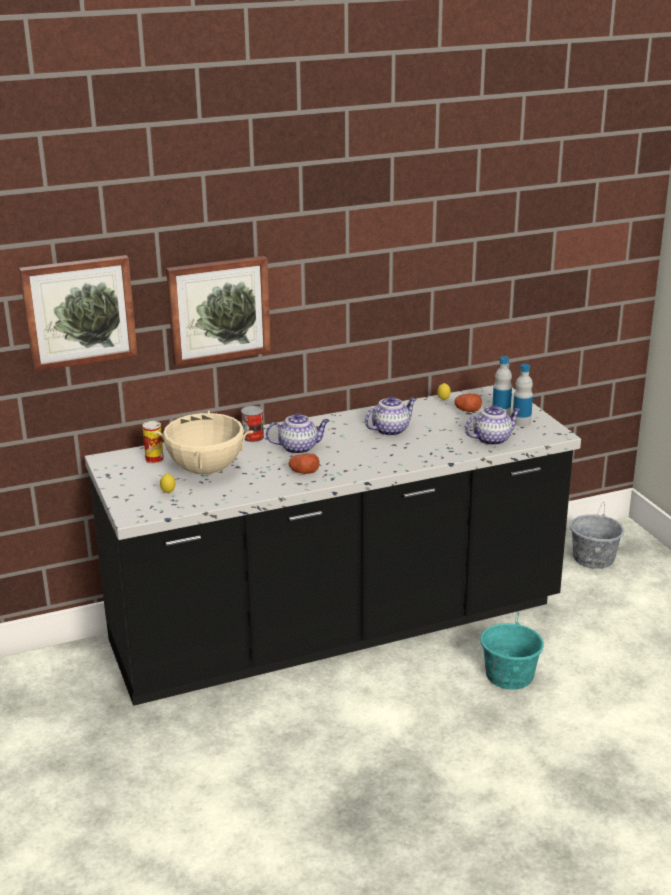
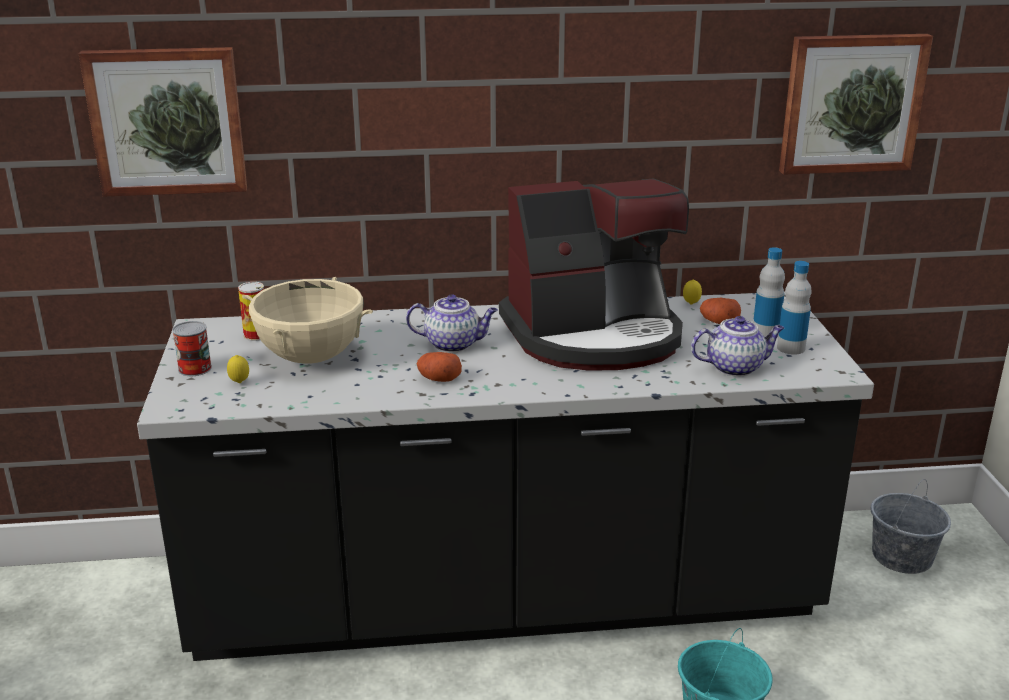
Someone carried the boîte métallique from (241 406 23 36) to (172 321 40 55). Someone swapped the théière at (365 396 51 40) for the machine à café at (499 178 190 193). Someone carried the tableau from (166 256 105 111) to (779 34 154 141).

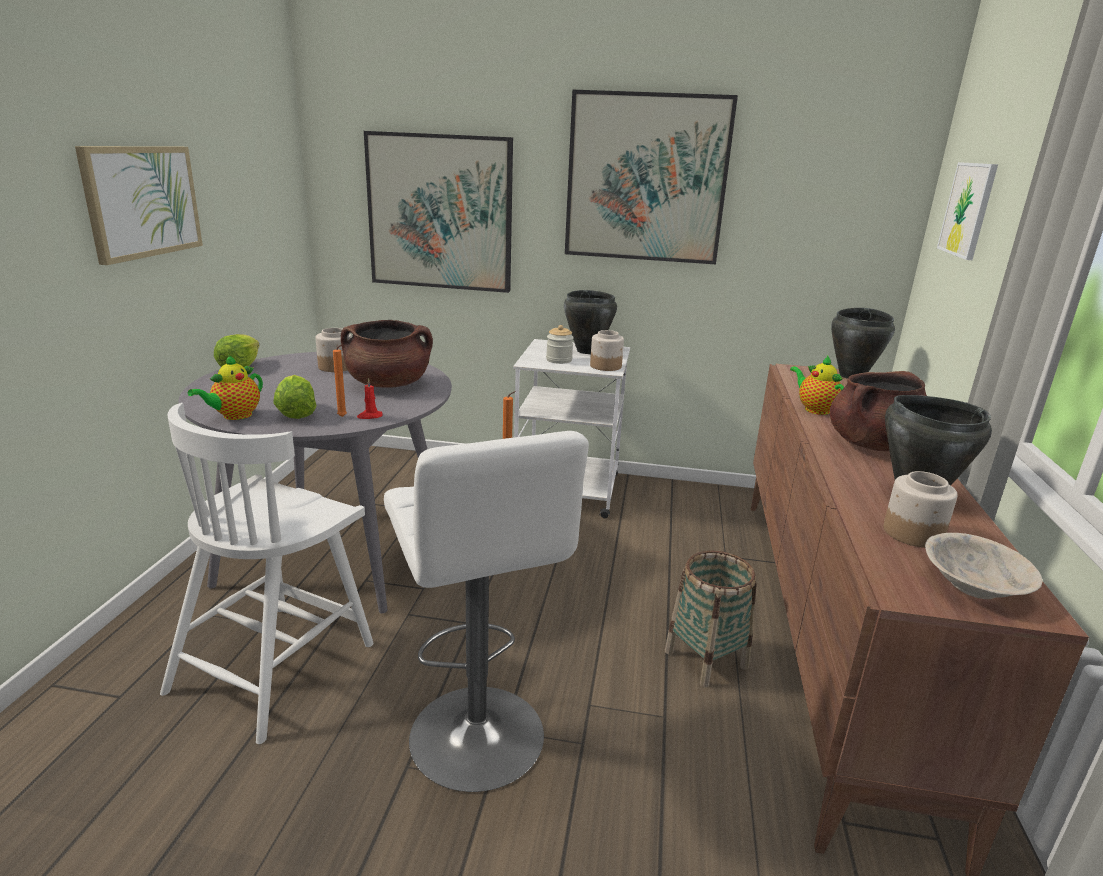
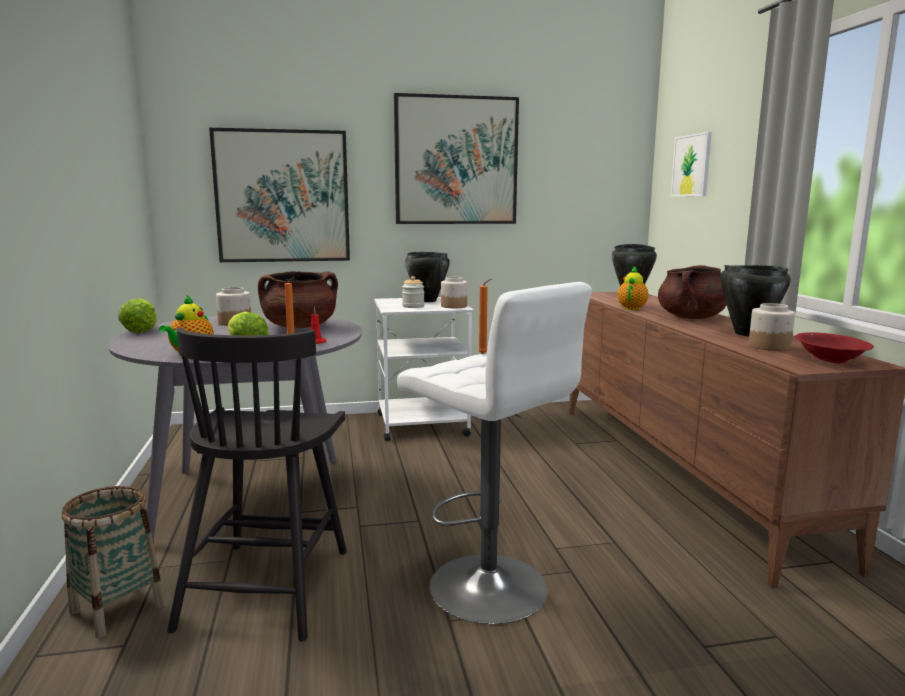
Someone carried the panier from (665 551 92 136) to (62 486 103 152). Someone repainted the chaise (blanc) at (160 403 213 341), which became the chaise (noir) at (167 327 180 314). Someone rotated the théière at (790 355 54 60) by 75 degrees clockwise. Someone repainted the bol (beige) at (925 533 117 66), which became the bol (rouge) at (795 332 79 32). Someone took away the tableau at (75 146 128 119).

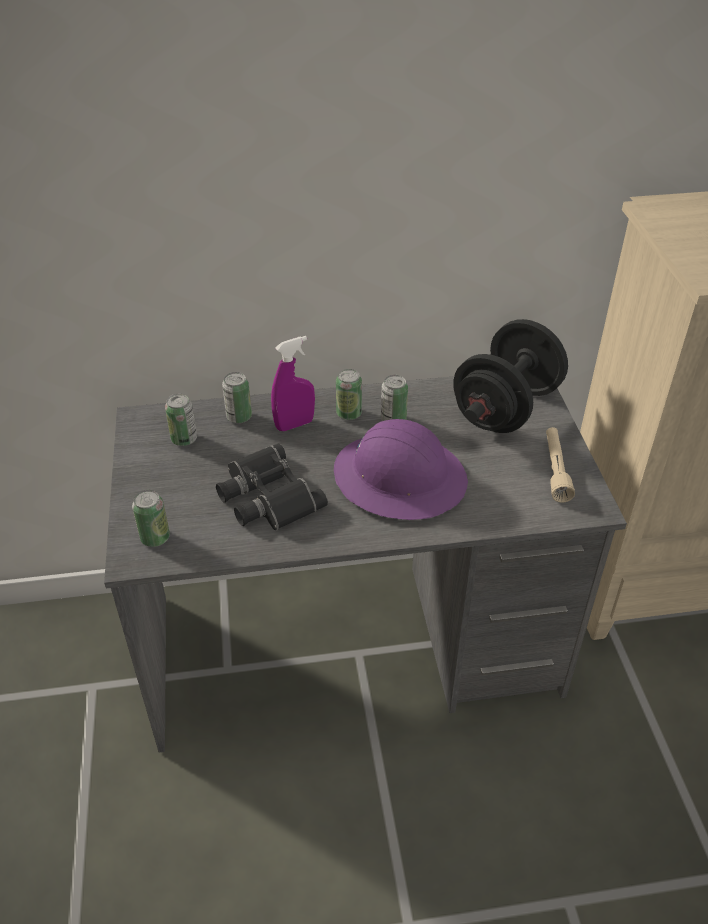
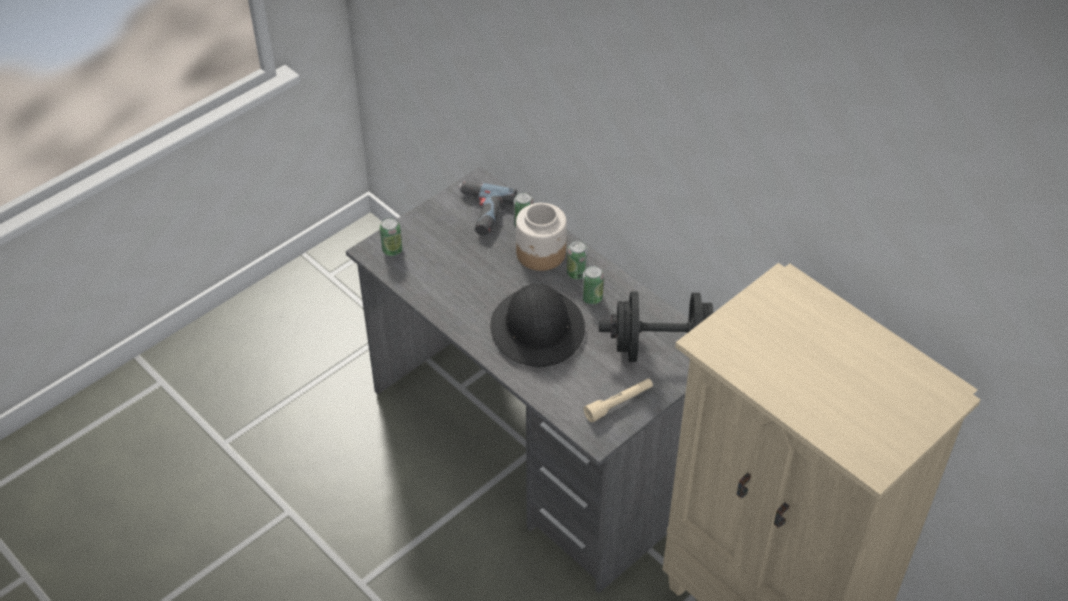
Someone swapped the boîte métallique at (165 394 32 52) for the perceuse at (458 181 59 55). Someone repainted the casque de chantier (violet) at (334 419 134 101), which became the casque de chantier (noir) at (490 284 95 83). Someone swapped the vaporisateur (violet) at (271 336 44 95) for the bocal at (516 203 51 68). Someone took away the jumelles (noir) at (216 443 112 87).

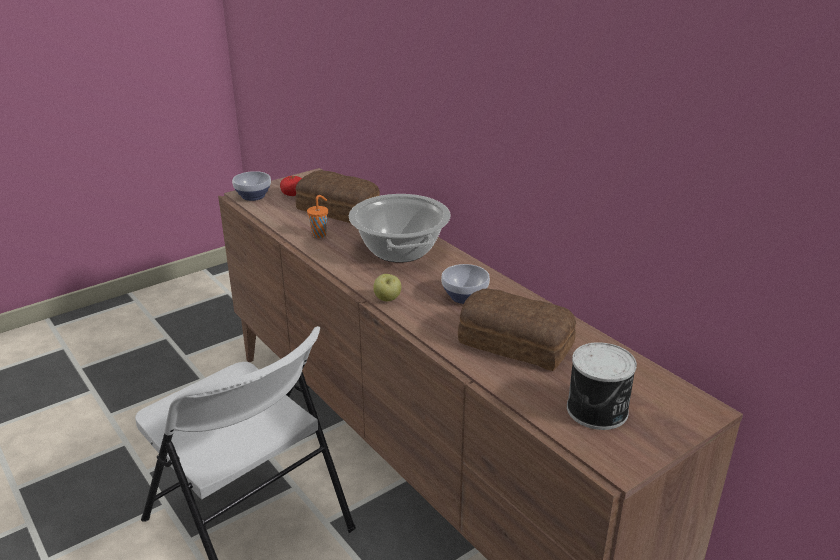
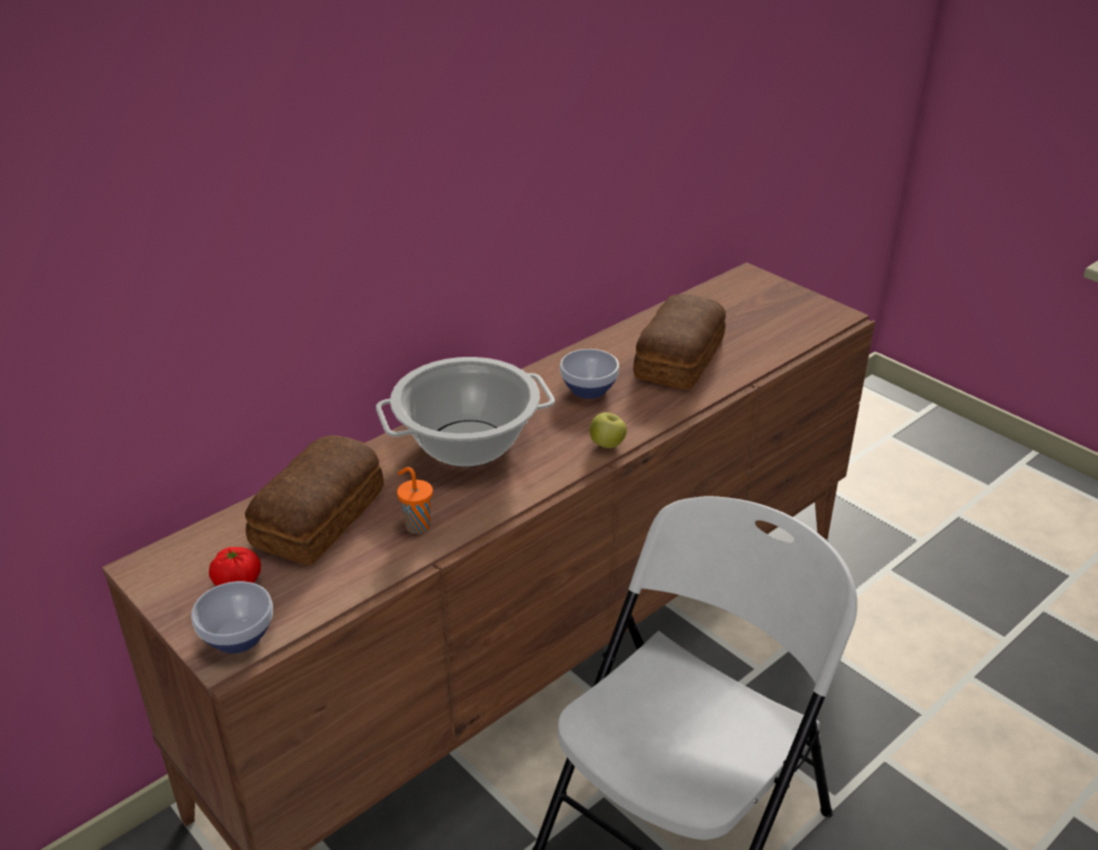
Someone took away the boîte métallique at (567 342 70 88).

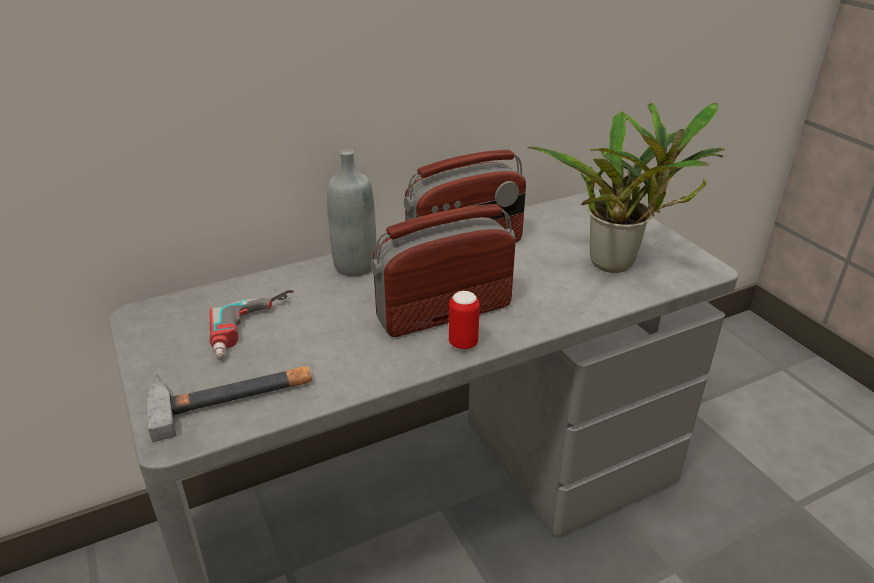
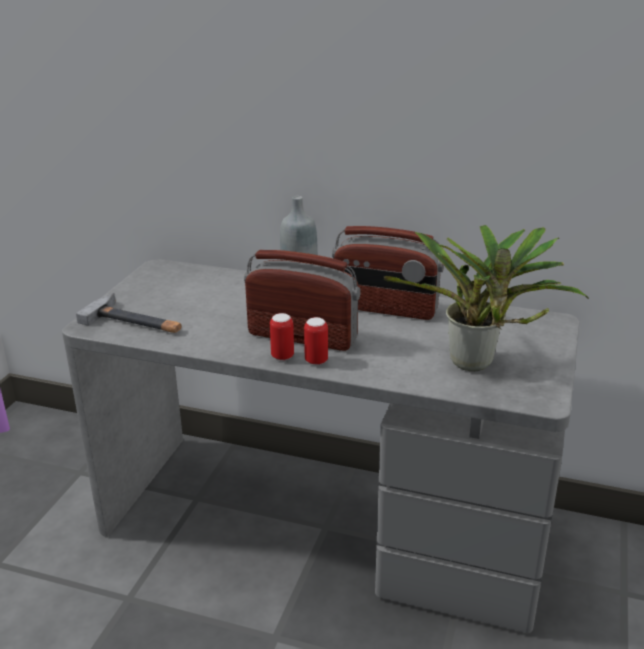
Someone put down the boîte métallique at (304 317 24 48). Someone took away the perceuse at (210 290 84 68).

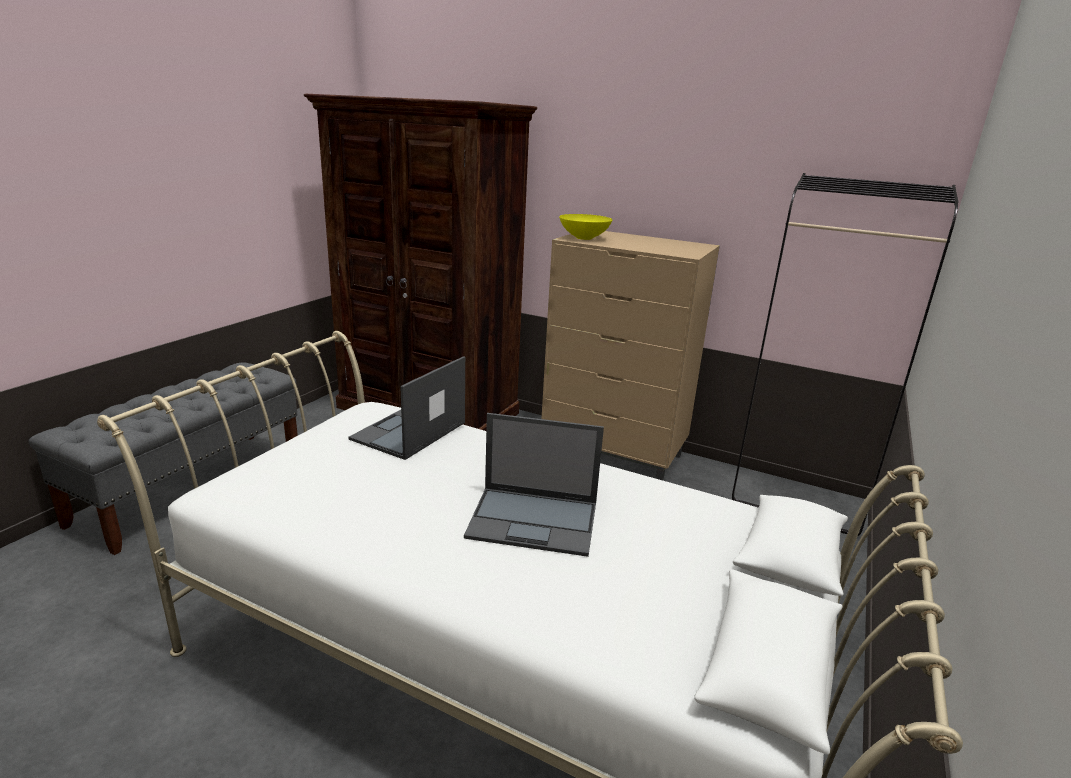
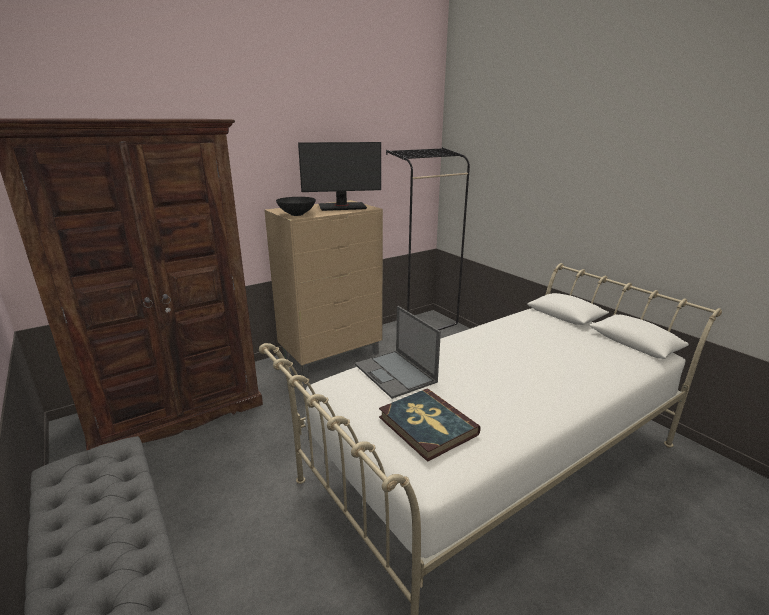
Someone repainted the bol (jaune) at (559 214 53 26), which became the bol (noir) at (276 197 40 19). Someone put down the écran d'ordinateur at (298 142 83 69). Someone put down the livre at (379 389 102 73). Someone took away the ordinateur portable at (464 413 140 144).

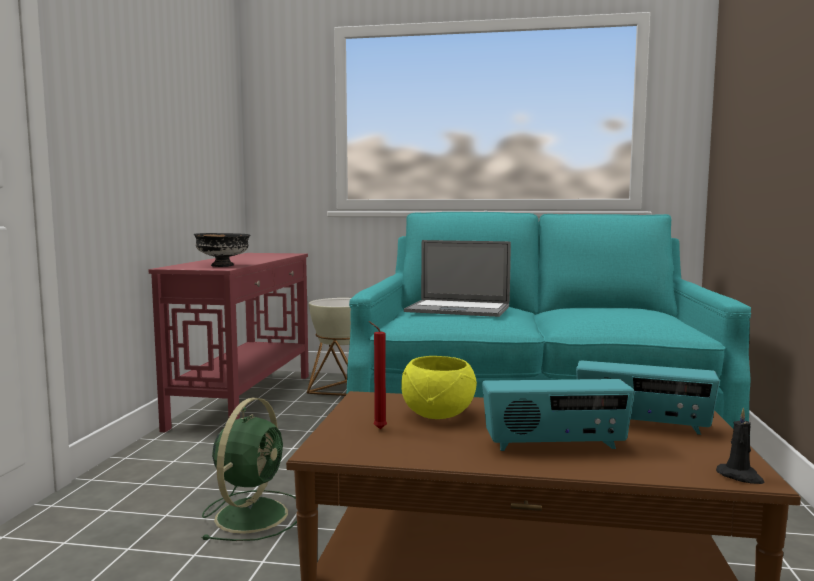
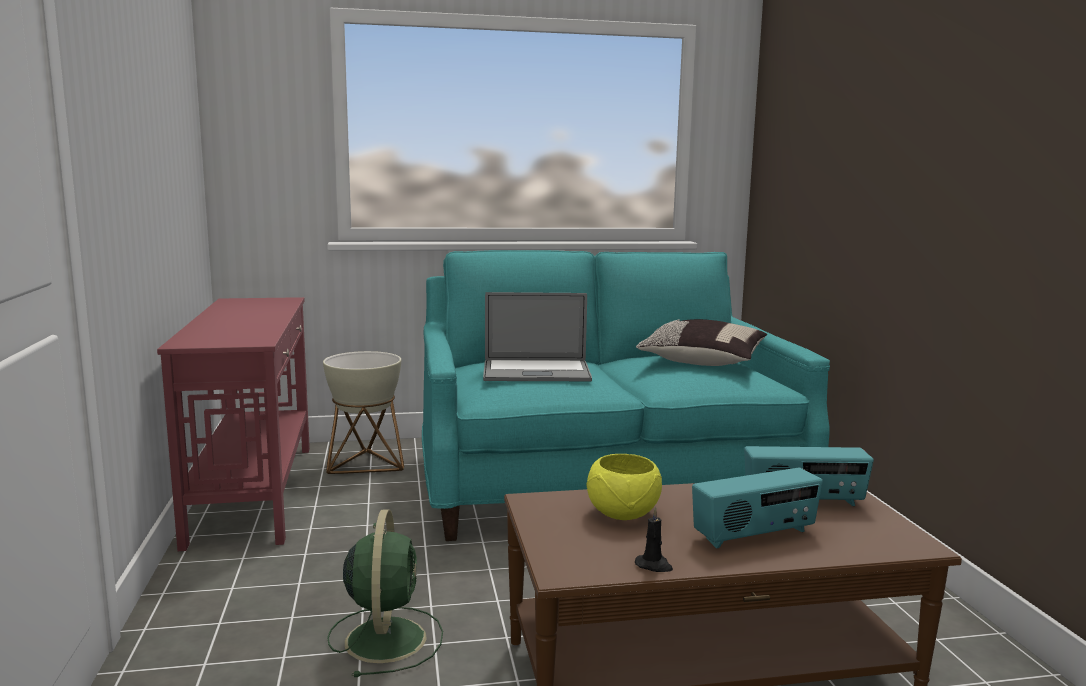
Someone carried the bougie (noir) from (716 408 48 76) to (635 507 38 65). Someone put down the coussin at (636 319 131 47). Someone took away the bol (noir) at (194 233 57 34). Someone took away the bougie (rouge) at (368 321 19 108).

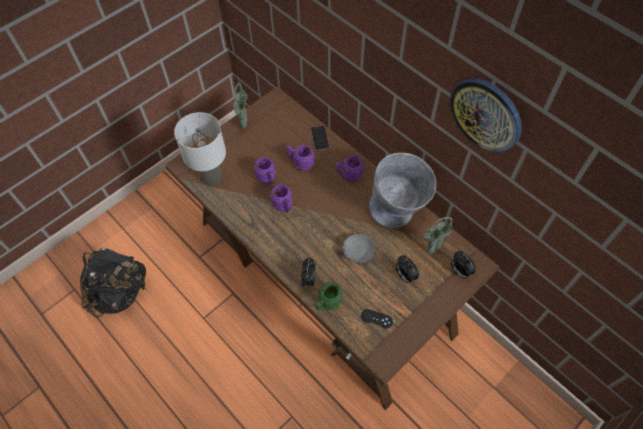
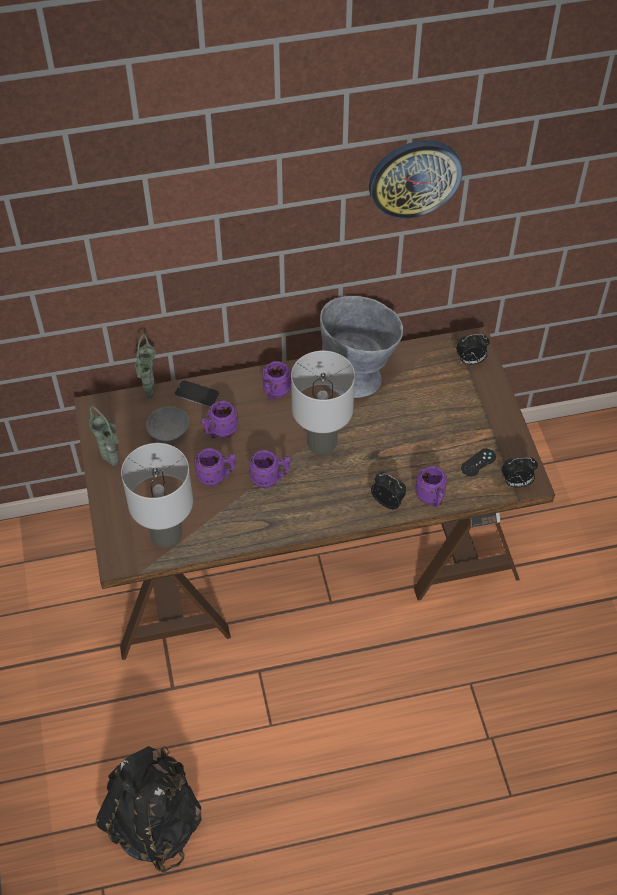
Someone carried the vase (vert) from (423 217 29 37) to (135 334 21 65). Someone carried the bol (gris) from (342 234 33 29) to (146 406 43 37). Someone put down the lampe de table (blanc) at (291 351 64 104). Someone repainted the mug (vert) at (316 282 27 29), which became the mug (violet) at (415 466 32 42). Someone carried the réveil from (395 255 24 28) to (502 457 36 31).

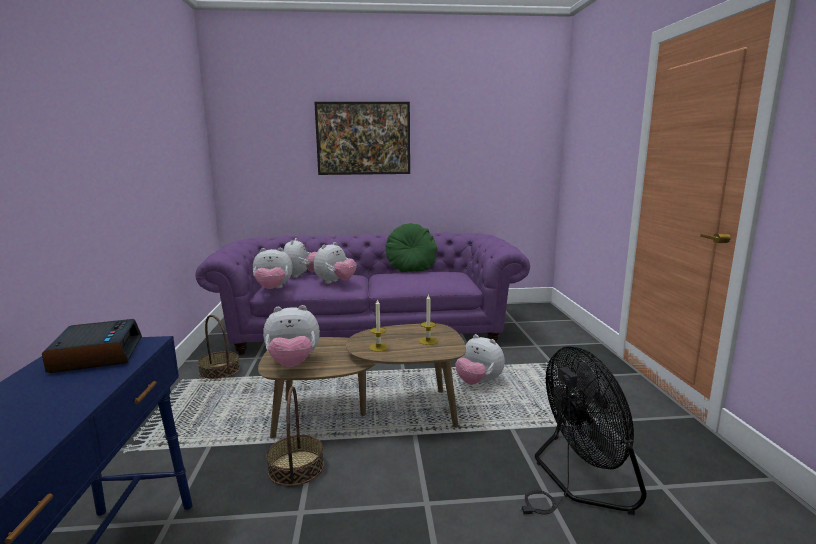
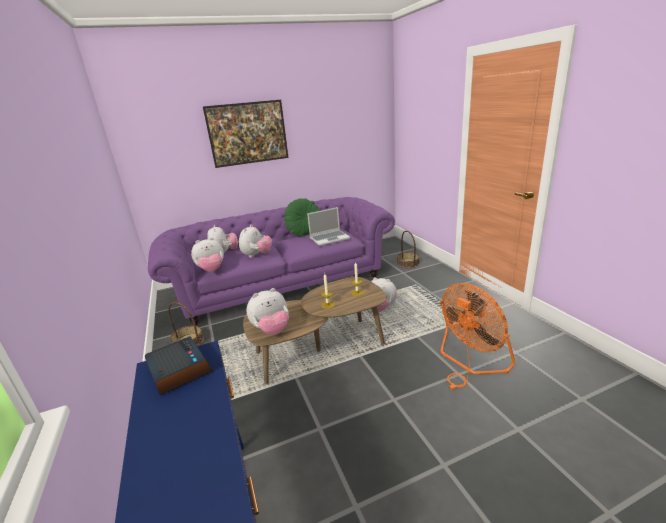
Someone put down the ordinateur portable at (307 207 43 39). Someone carried the panier from (266 386 58 100) to (397 231 23 37). Someone repainted the ventilateur (noir) at (519 346 128 169), which became the ventilateur (orange) at (440 283 75 107).

